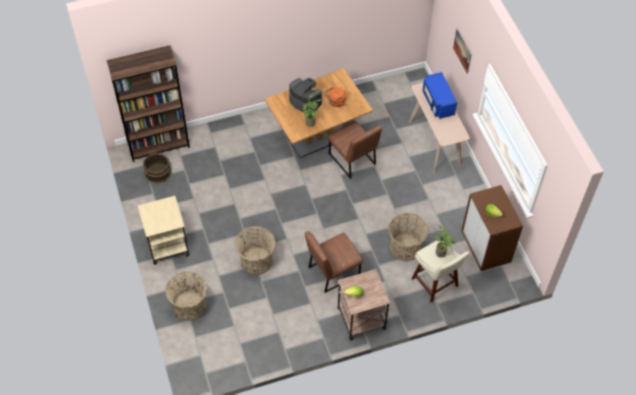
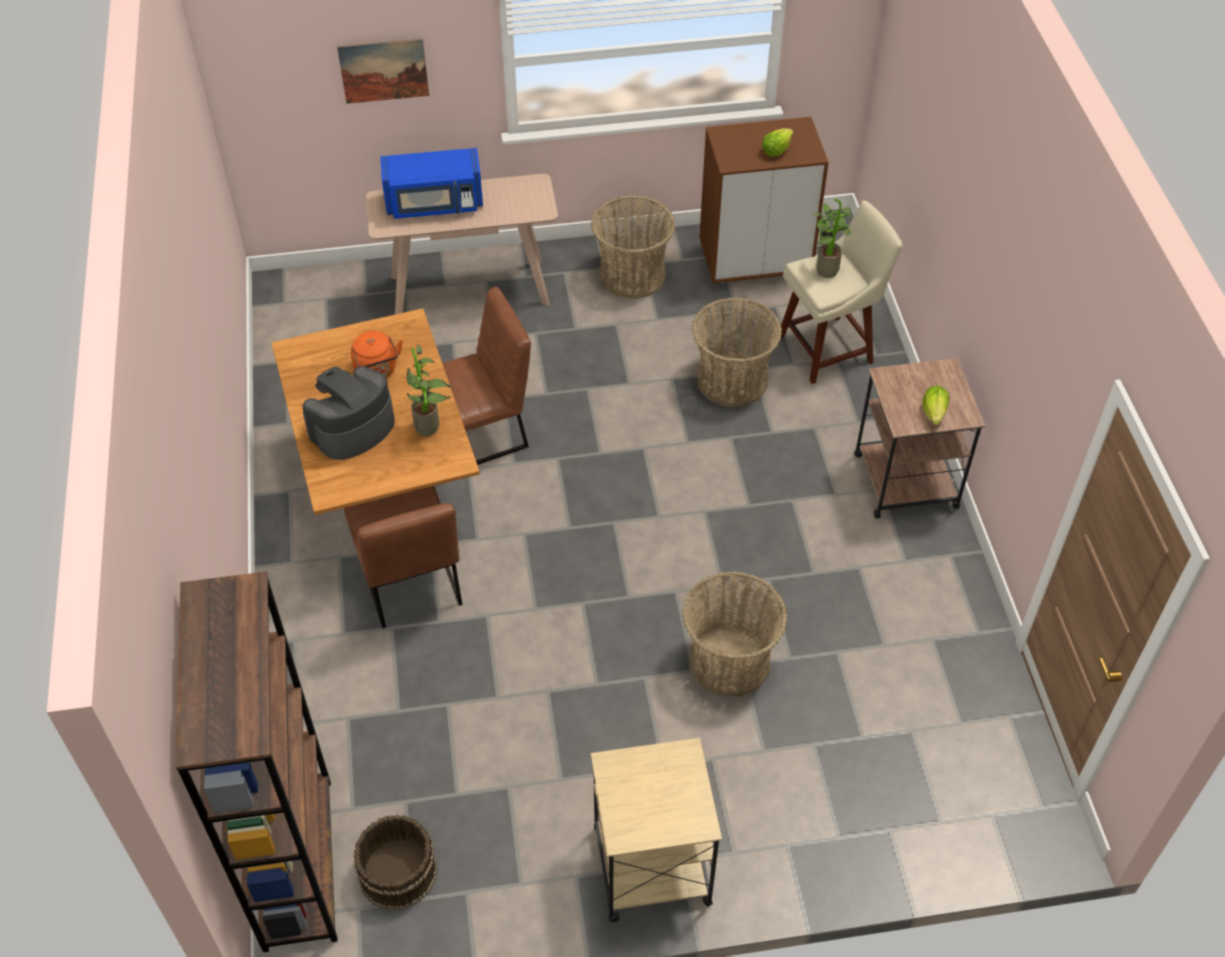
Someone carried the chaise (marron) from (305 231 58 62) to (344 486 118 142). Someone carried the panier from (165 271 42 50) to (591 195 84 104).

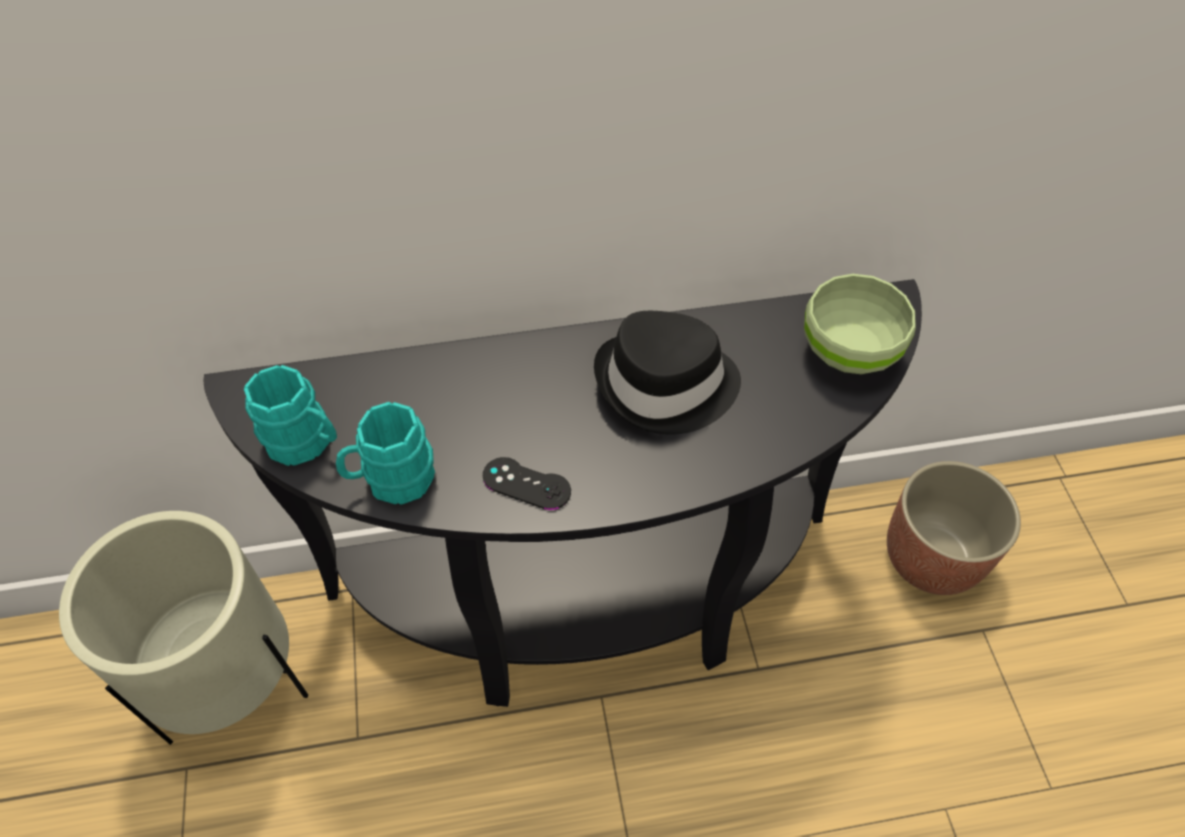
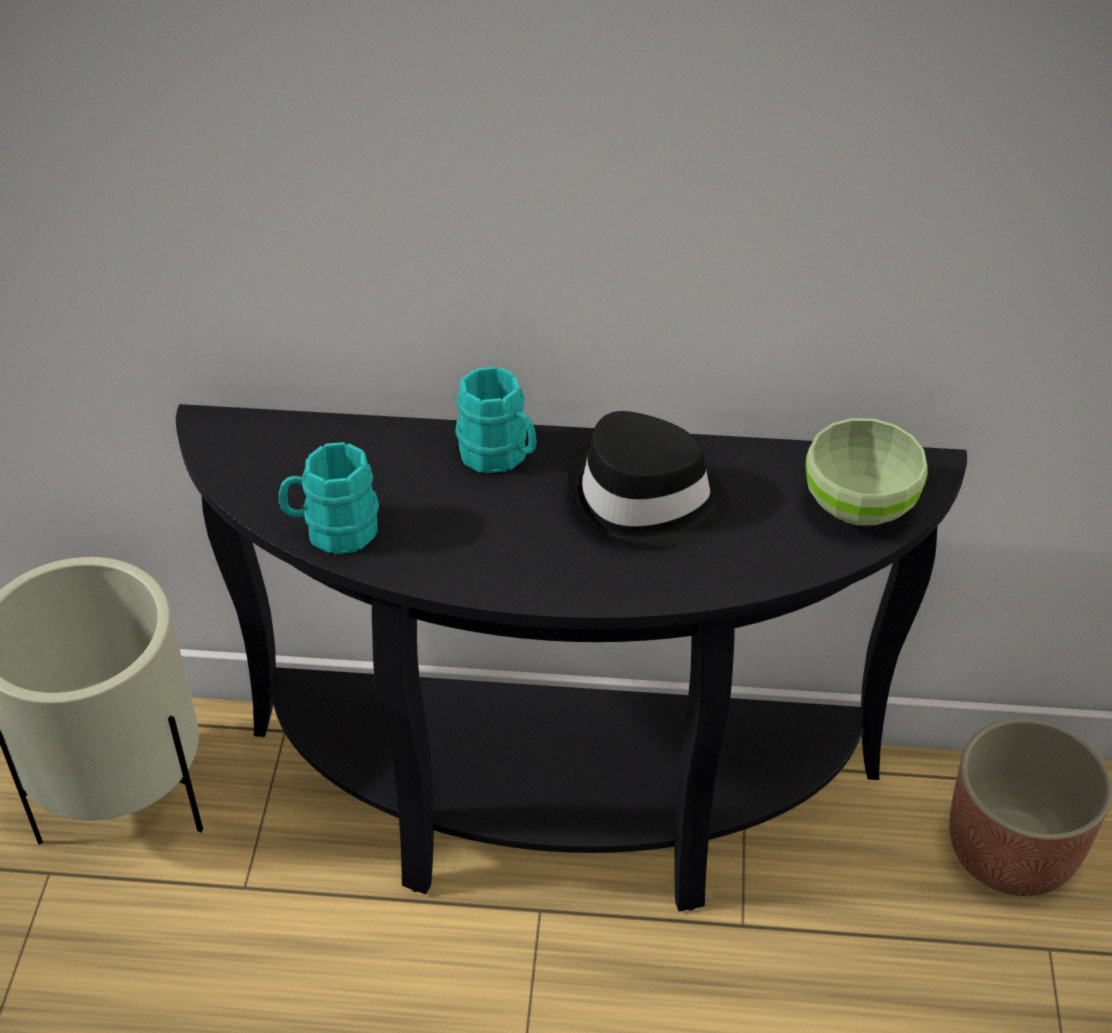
Someone carried the mug (turquoise) from (244 365 93 101) to (455 367 82 106). Someone took away the manette (noir) at (483 457 88 53).

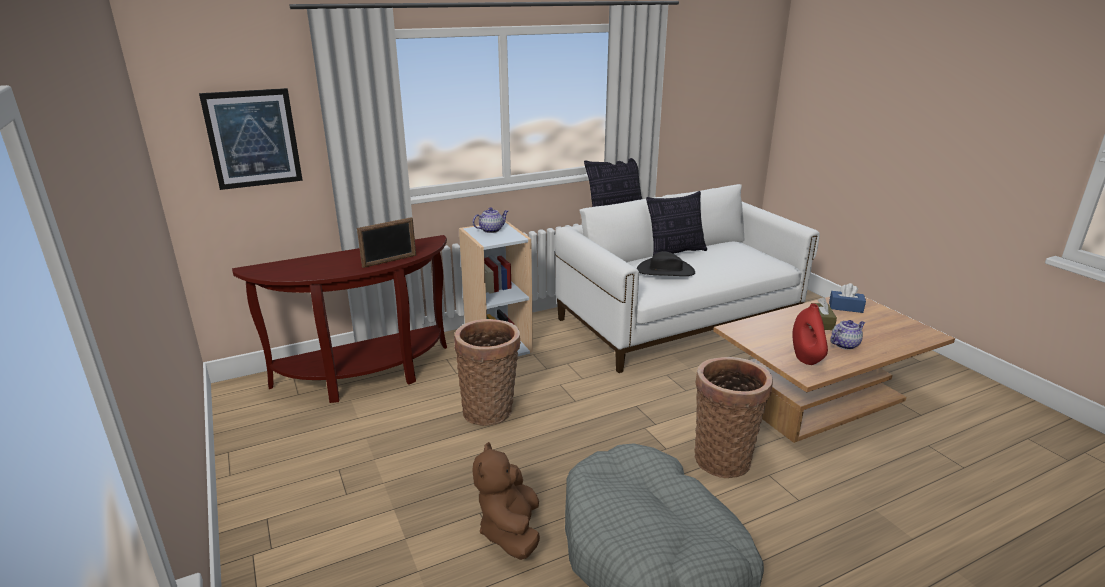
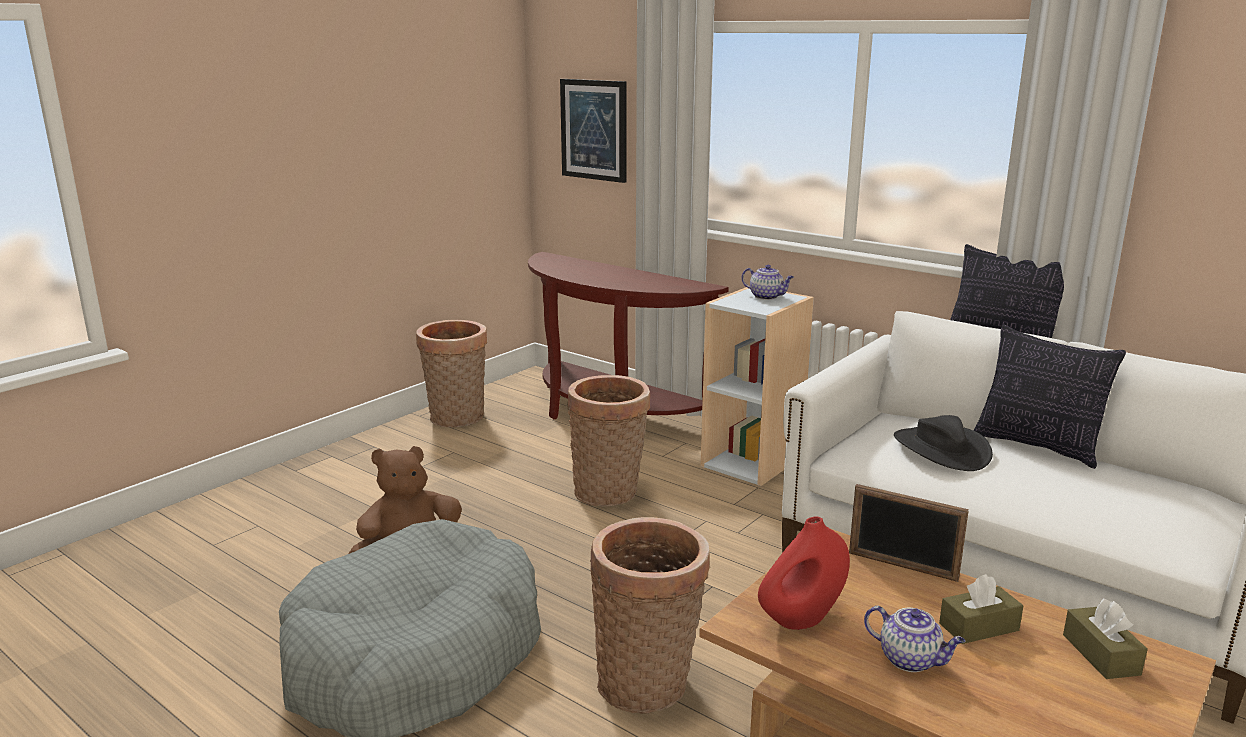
Someone put down the panier at (416 320 71 107). Someone carried the cadre photo from (357 217 59 51) to (849 484 120 98). Someone repainted the boîte à mouchoirs (bleu) at (829 283 37 30), which became the boîte à mouchoirs (marron) at (1063 599 85 80).

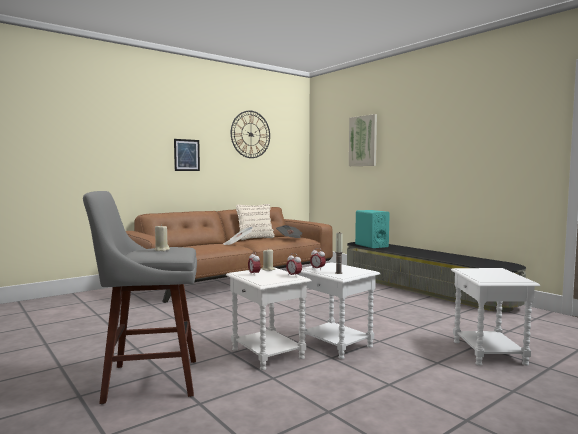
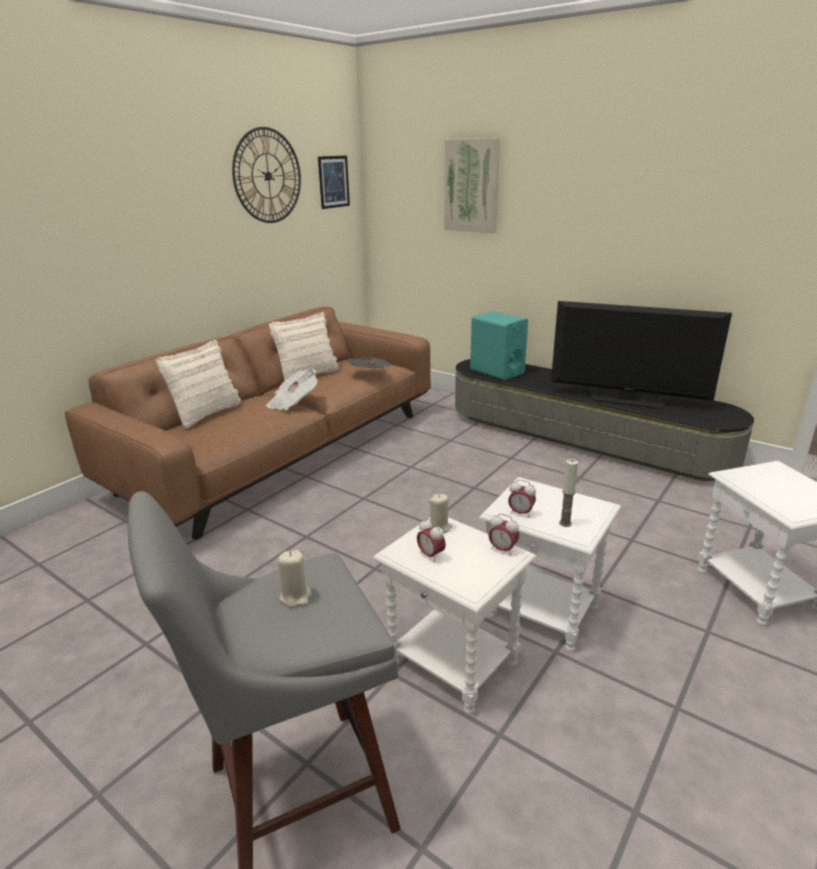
Someone put down the coussin (beige) at (155 340 86 89). Someone carried the tableau from (174 139 26 32) to (318 156 32 53). Someone put down the téléviseur at (551 301 181 108).

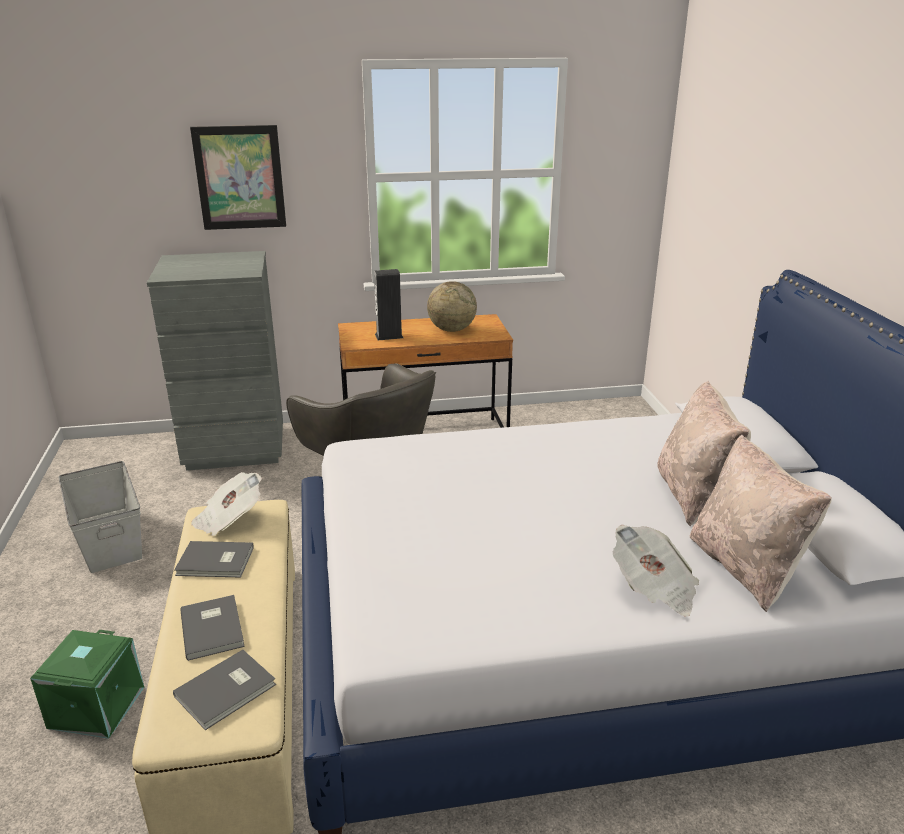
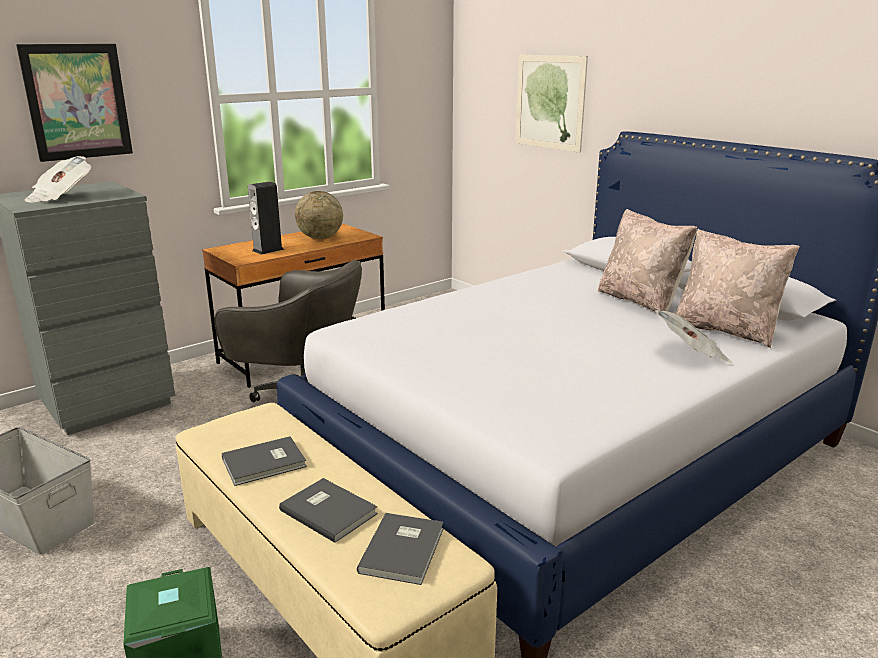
Someone carried the journal from (191 472 71 64) to (25 156 66 47). Someone put up the tableau at (515 55 73 98).

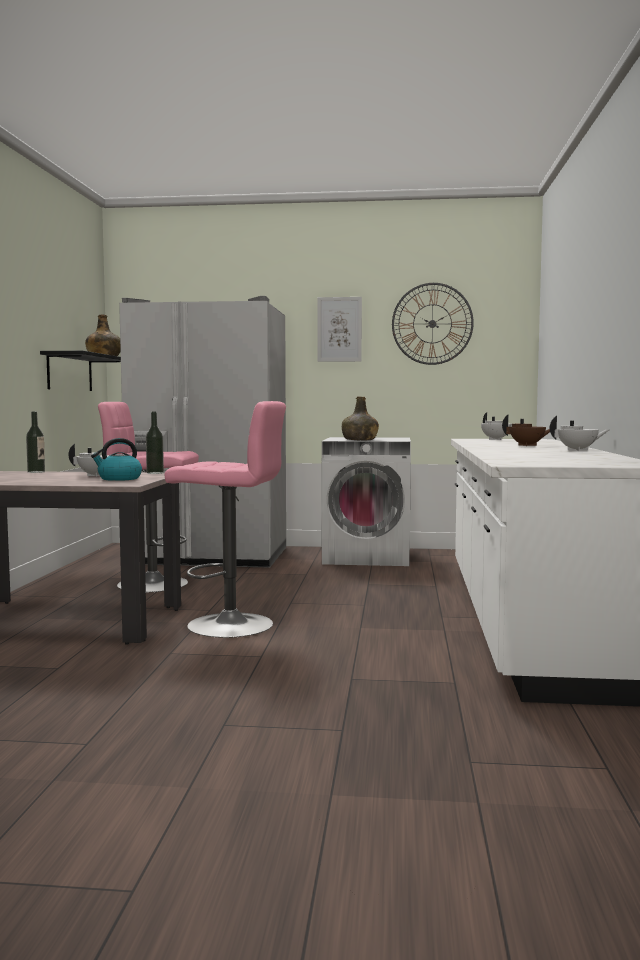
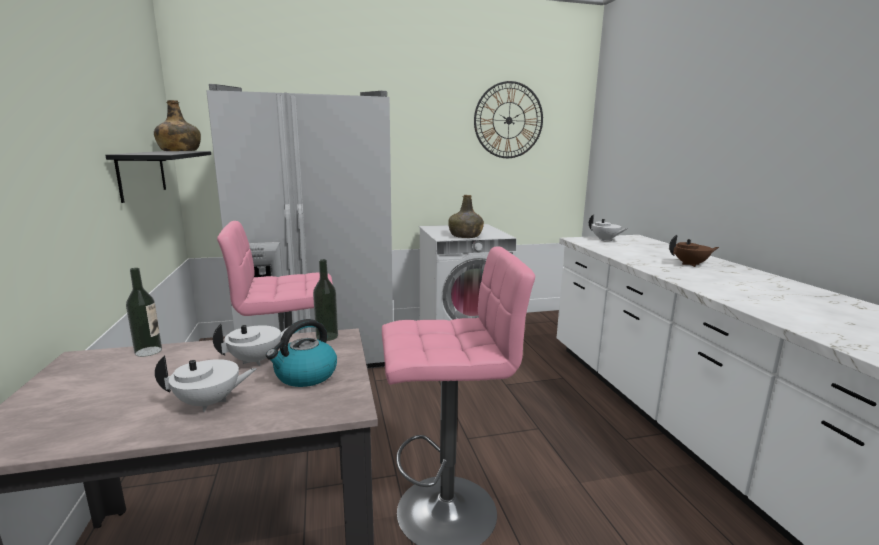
Someone carried the théière (blanc) from (550 415 59 36) to (155 355 102 57). Someone took away the tableau at (317 297 45 65).

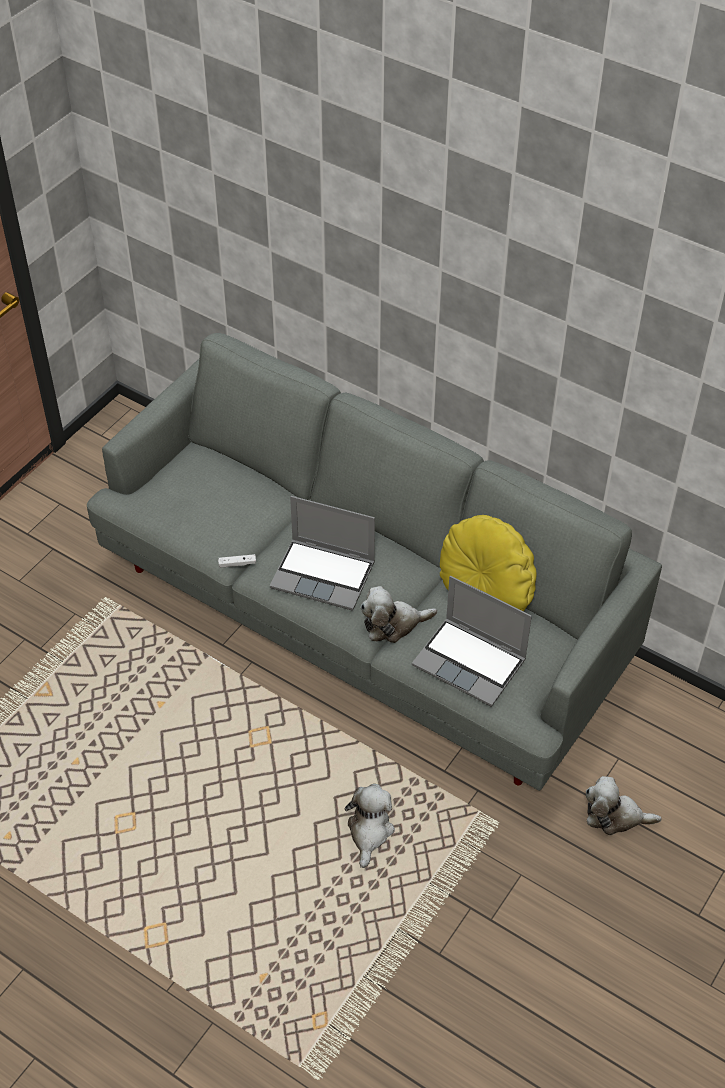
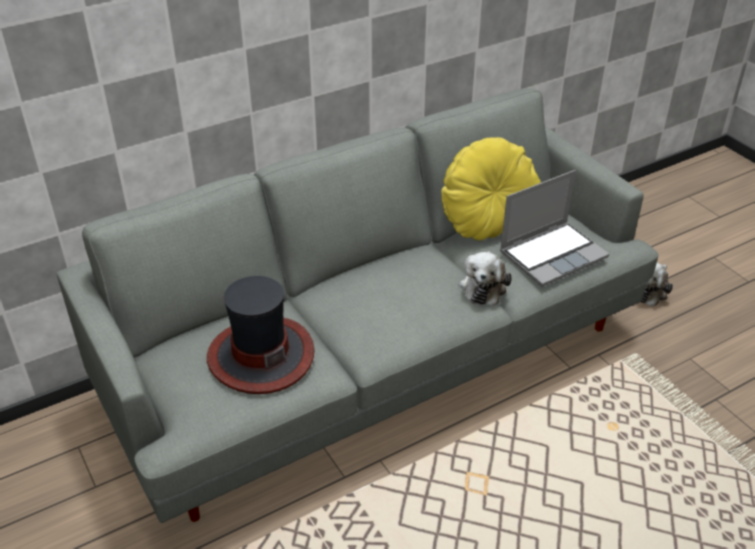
Someone put down the chapeau at (207 276 107 118). Someone took away the manette (blanc) at (218 554 38 14). Someone took away the ordinateur portable at (270 496 105 115). Someone took away the peluche at (345 784 50 84).

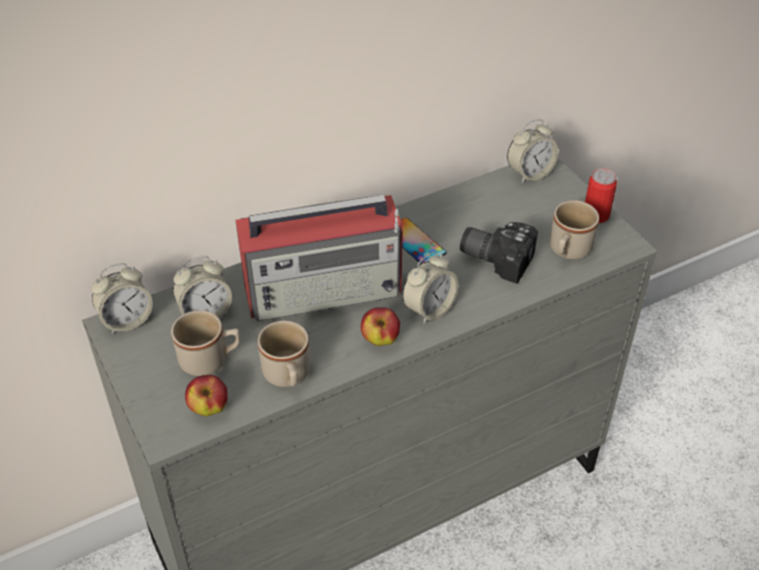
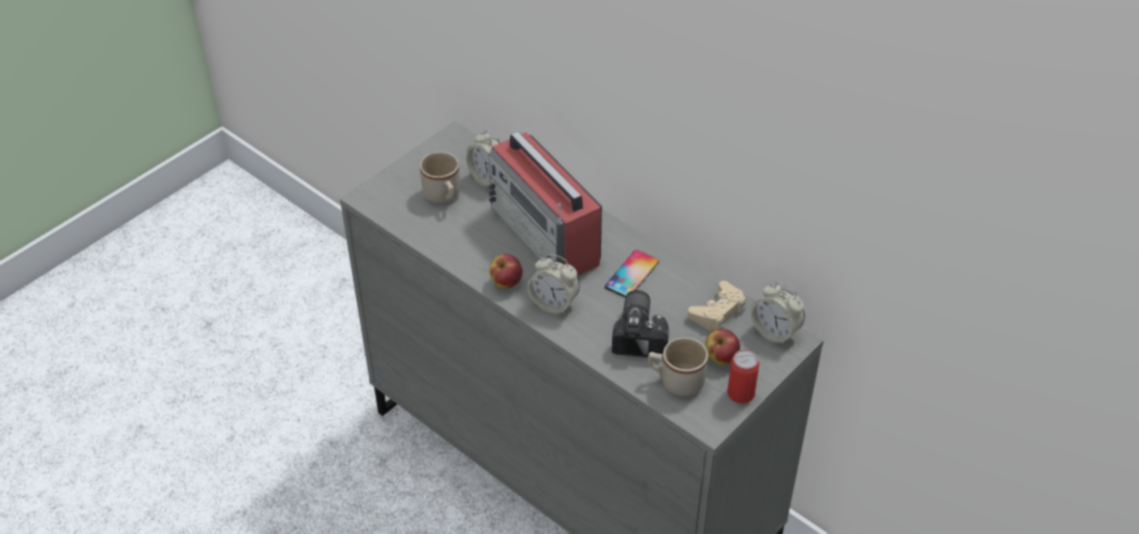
Someone put down the manette (beige) at (688 281 58 50). Someone carried the pomme from (185 375 43 41) to (705 329 35 36). Someone took away the réveil at (92 263 61 71). Someone took away the mug (beige) at (258 321 52 66).

